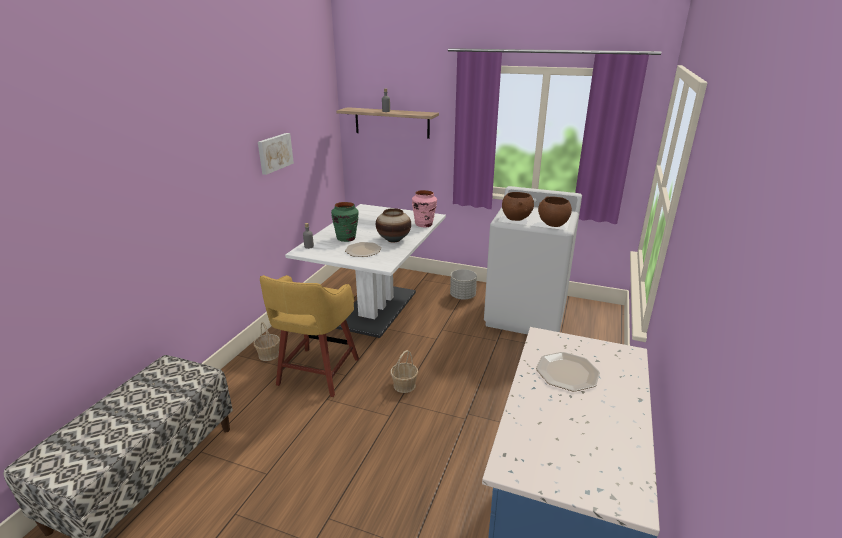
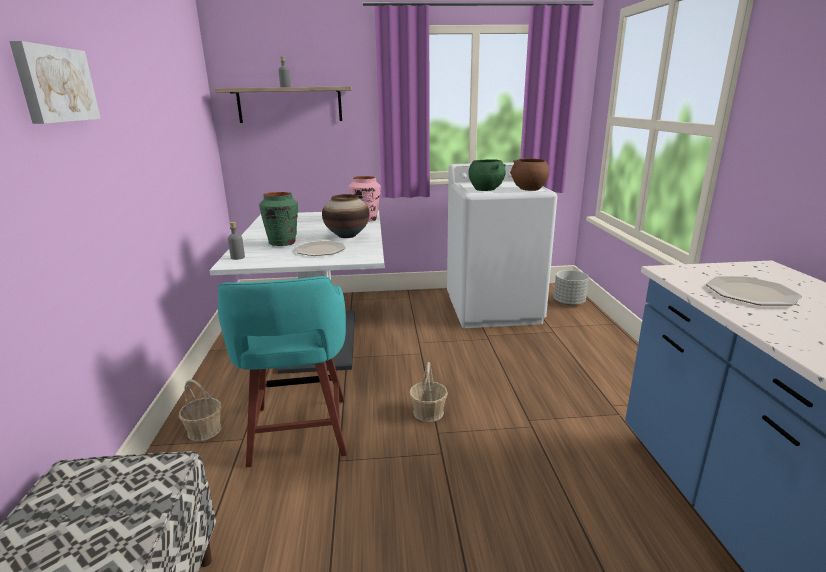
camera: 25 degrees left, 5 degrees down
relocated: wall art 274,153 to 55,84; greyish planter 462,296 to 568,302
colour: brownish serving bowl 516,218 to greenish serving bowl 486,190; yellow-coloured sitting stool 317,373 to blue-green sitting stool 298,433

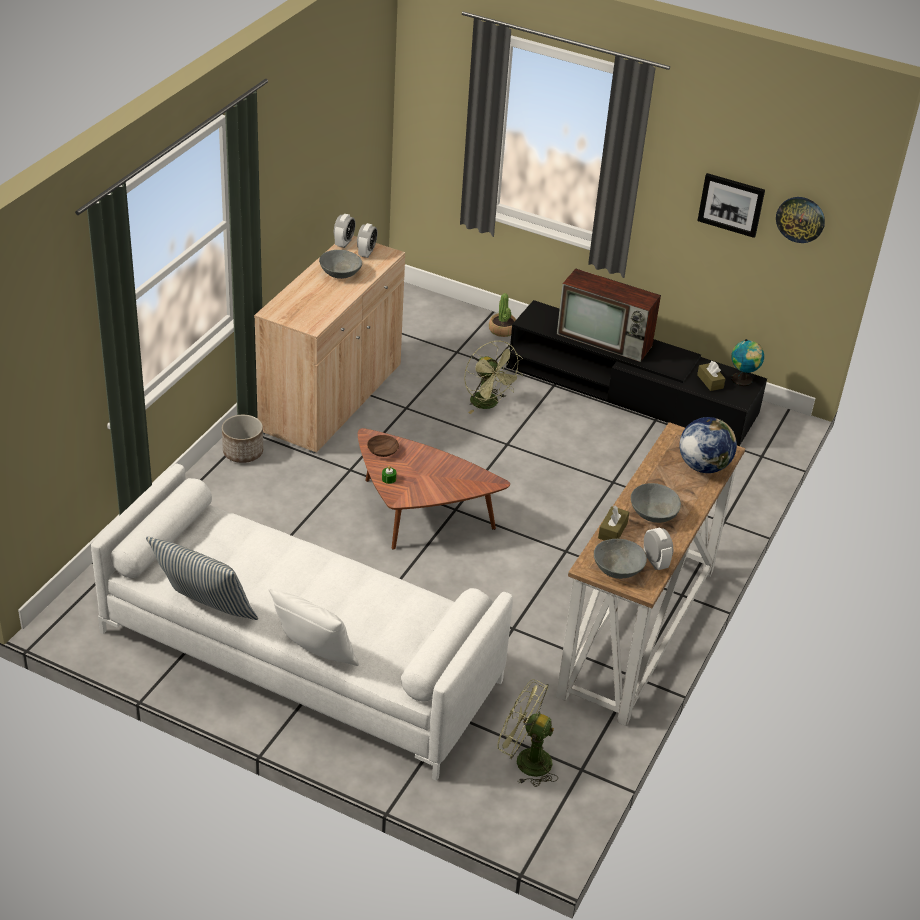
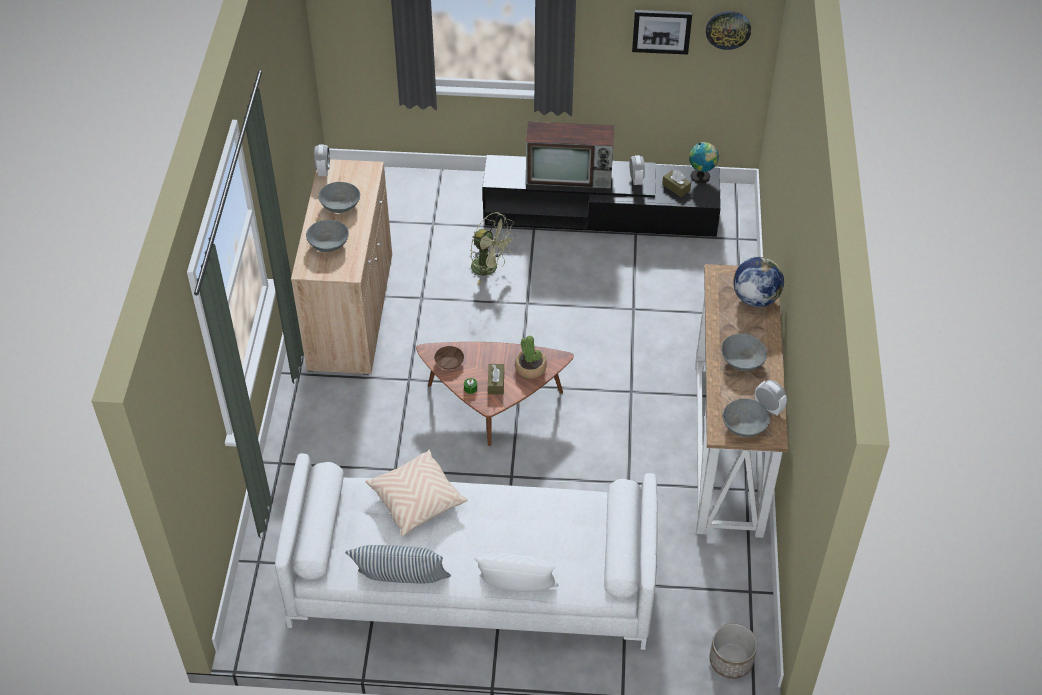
camera: 20 degrees left, 10 degrees up
missing: greenish fan 525,761
appeared: greyish serving bowl 328,245; beige pillow 416,500
relocated: bedside clock 366,253 to 636,179; potted plant 502,330 to 530,368; planter 243,452 to 730,660; brownish box of tissues 612,531 to 496,383

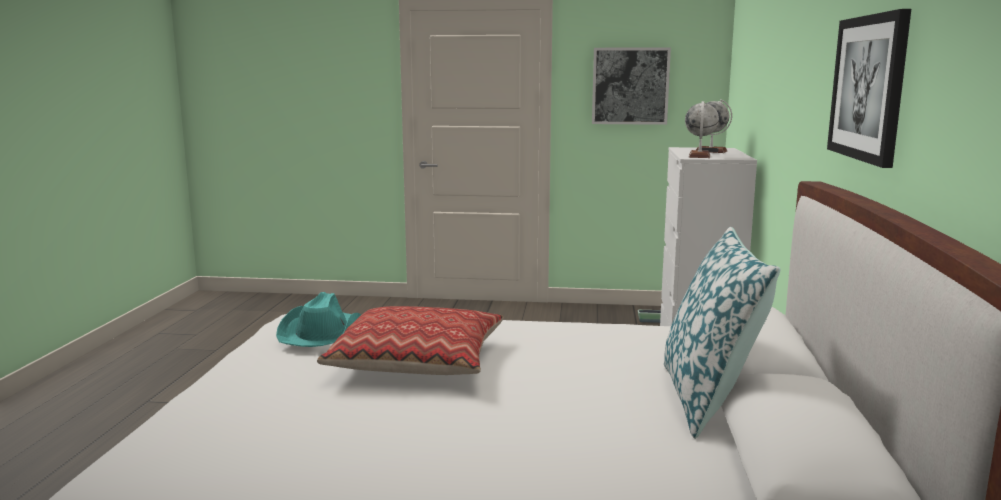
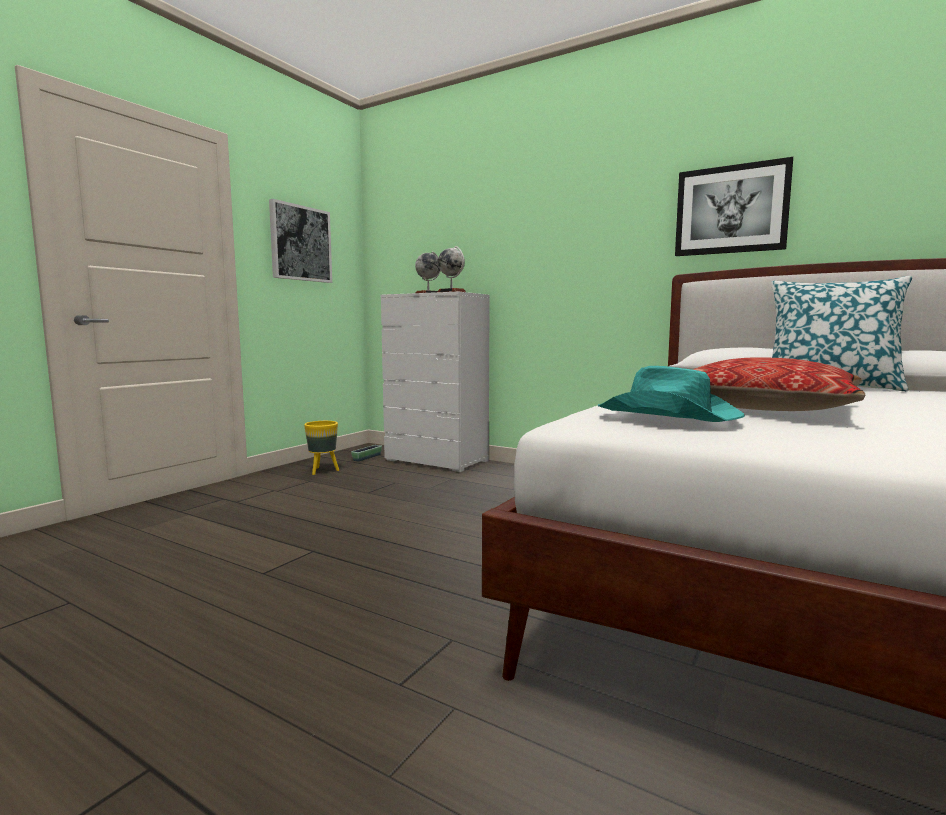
camera: 65 degrees left, 5 degrees down
appeared: yellow-coloured planter 323,471

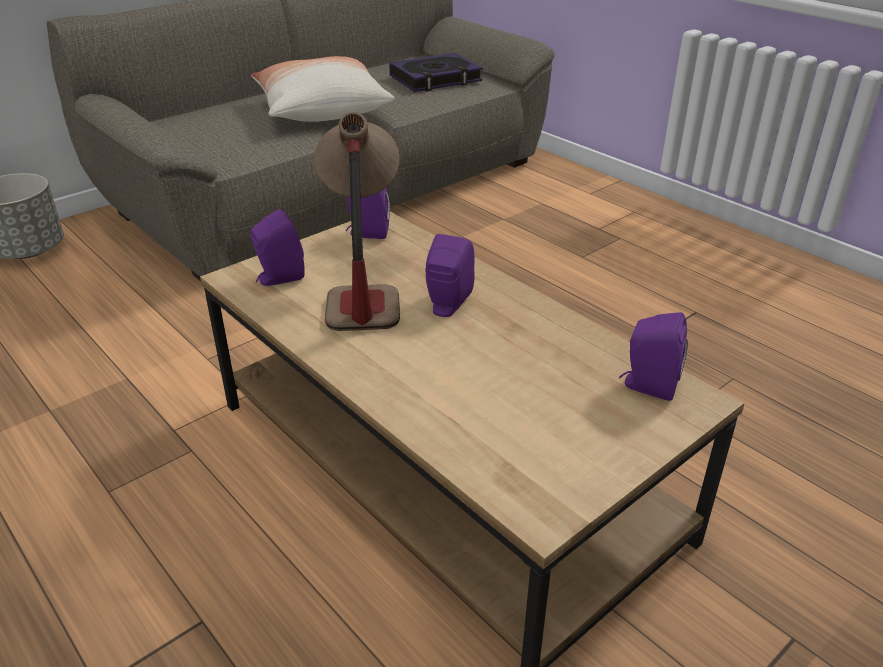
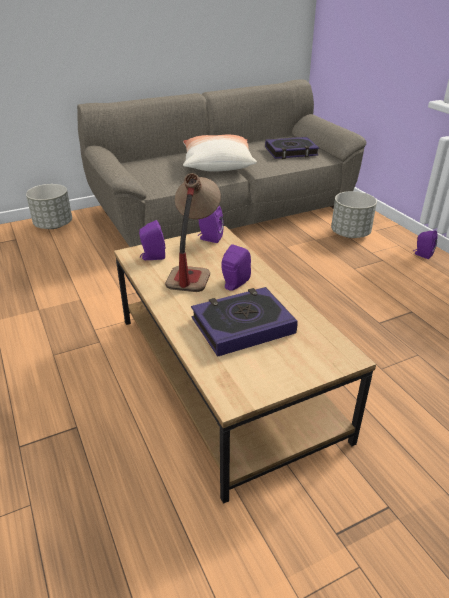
camera: 15 degrees right, 0 degrees up
appeared: greyish planter 350,234; volume 242,326
relocated: purplish loudspeaker 647,386 to 422,254

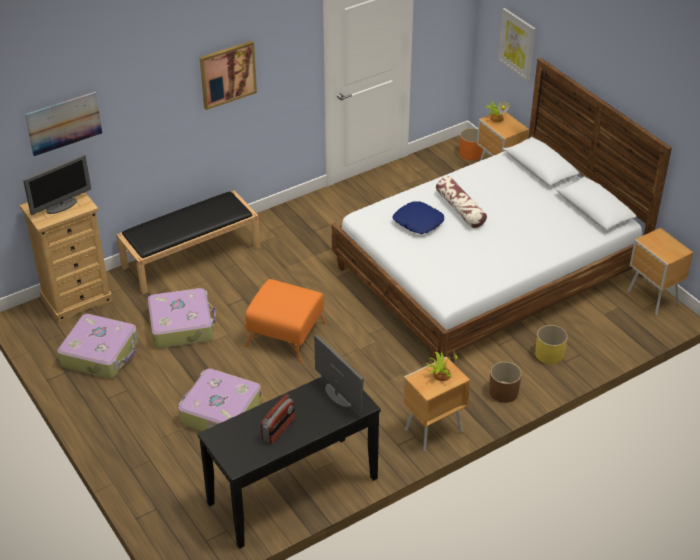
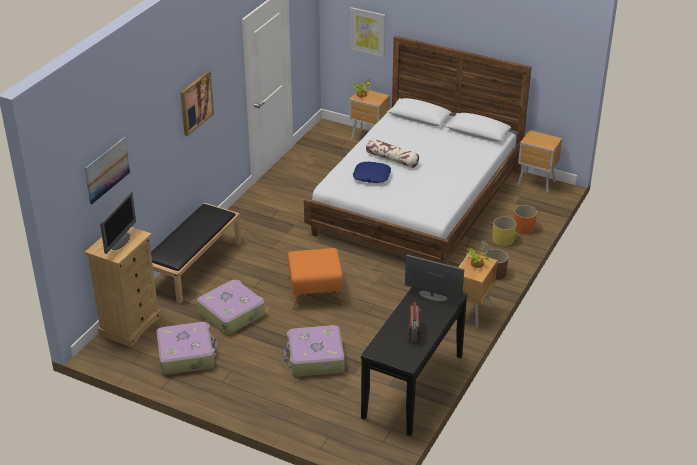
camera: 30 degrees left, 5 degrees down
relocated: orange planter 471,153 to 524,228

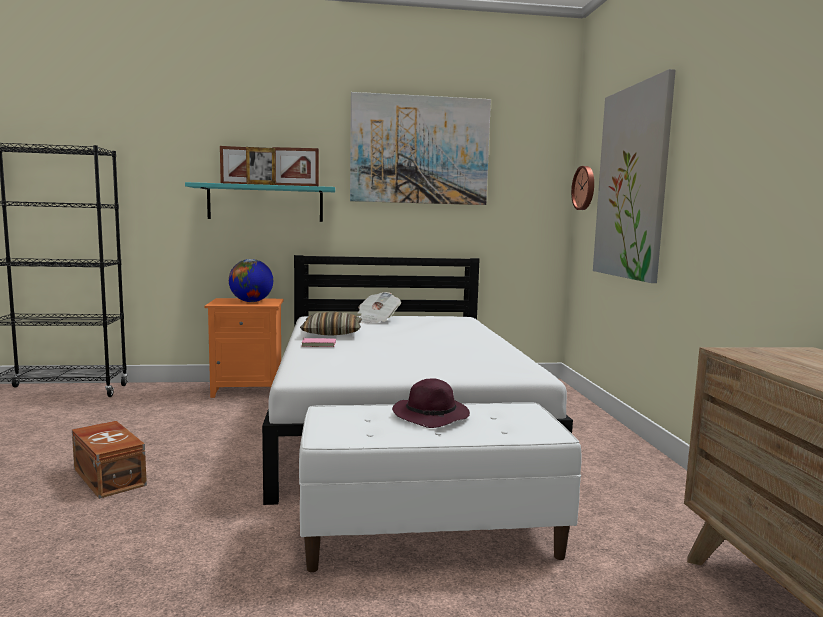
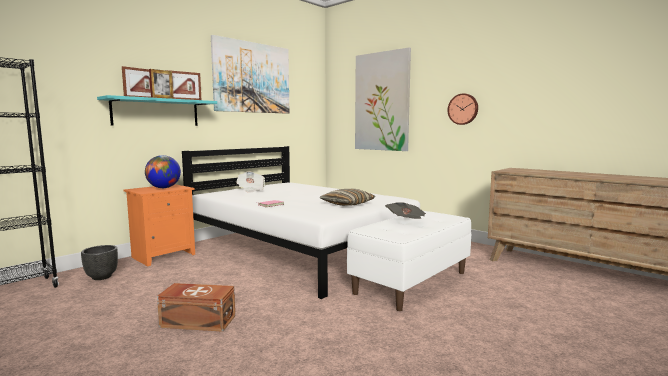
camera: 40 degrees left, 0 degrees up
appeared: black-coloured planter 102,277
relocated: wall clock 585,188 to 463,109; pillow 332,333 to 347,204
exchanged: purplish wearable hat 432,416 to printed paper 406,222

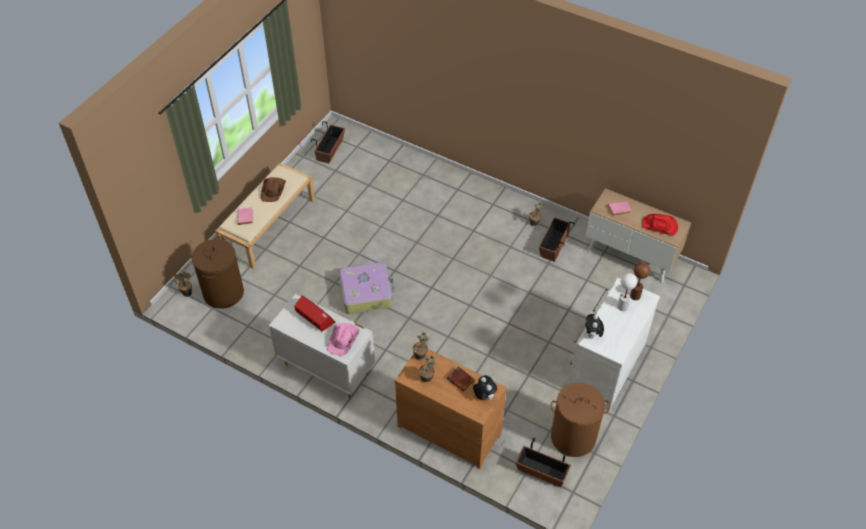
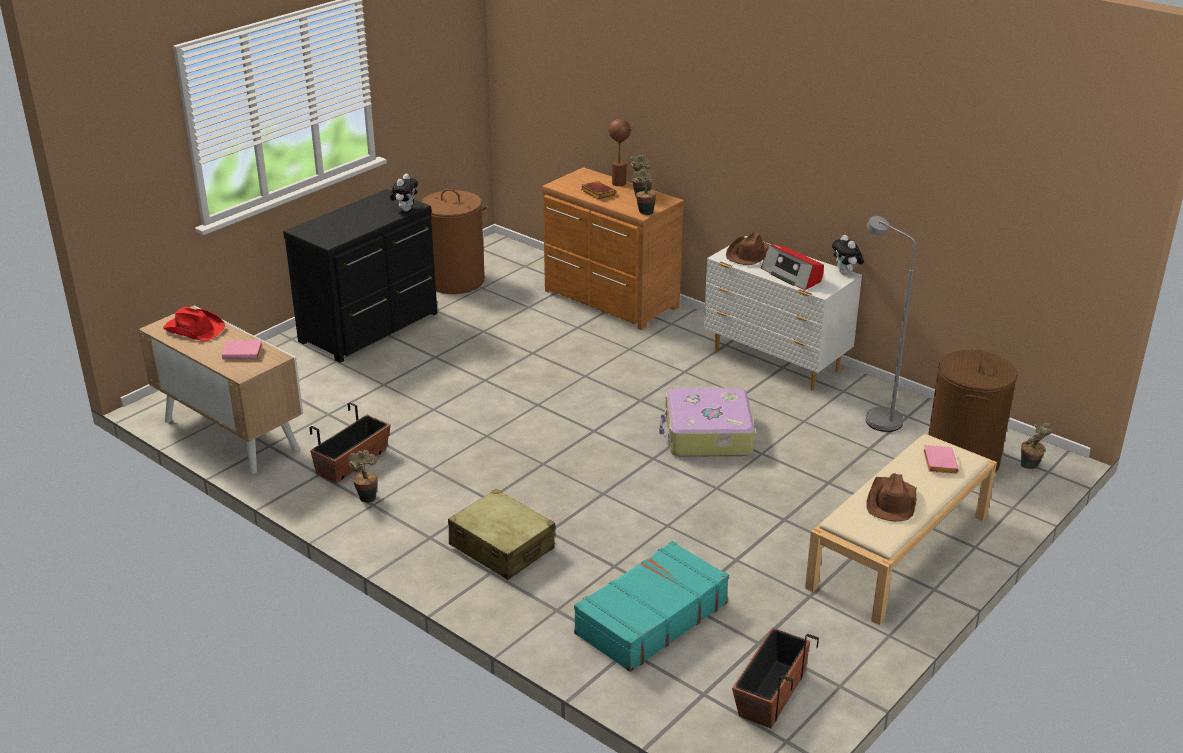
camera: 170 degrees left, 20 degrees down
missing: white-coloured tabletop lamp 622,307; planter 541,472
appeared: greyish standing lamp 876,416; beige travel case 501,547; blue-green travel case 650,618
relocated: brownish tabletop lamp 635,296 to 619,183; plush toy 484,396 to 846,273
colour: white-coloured dresser 604,367 to black-coloured dresser 372,328; pinkish wearable hat 343,339 to brownish wearable hat 749,254

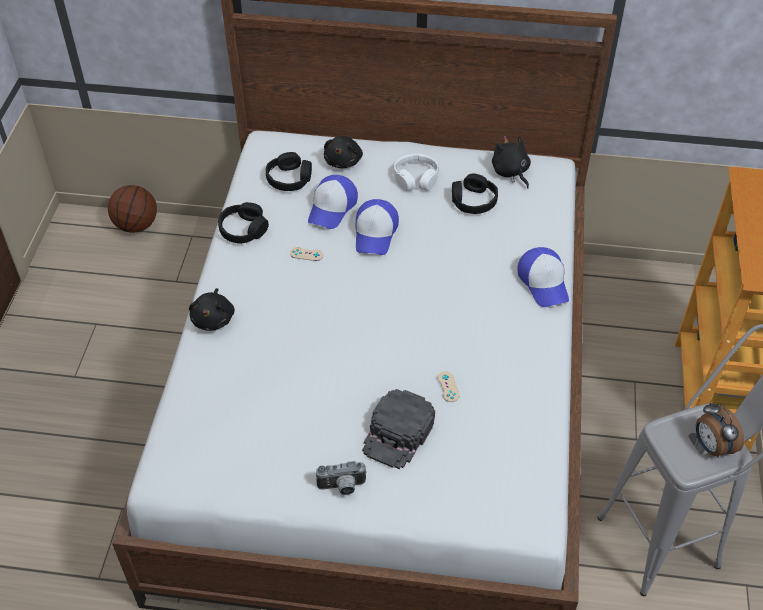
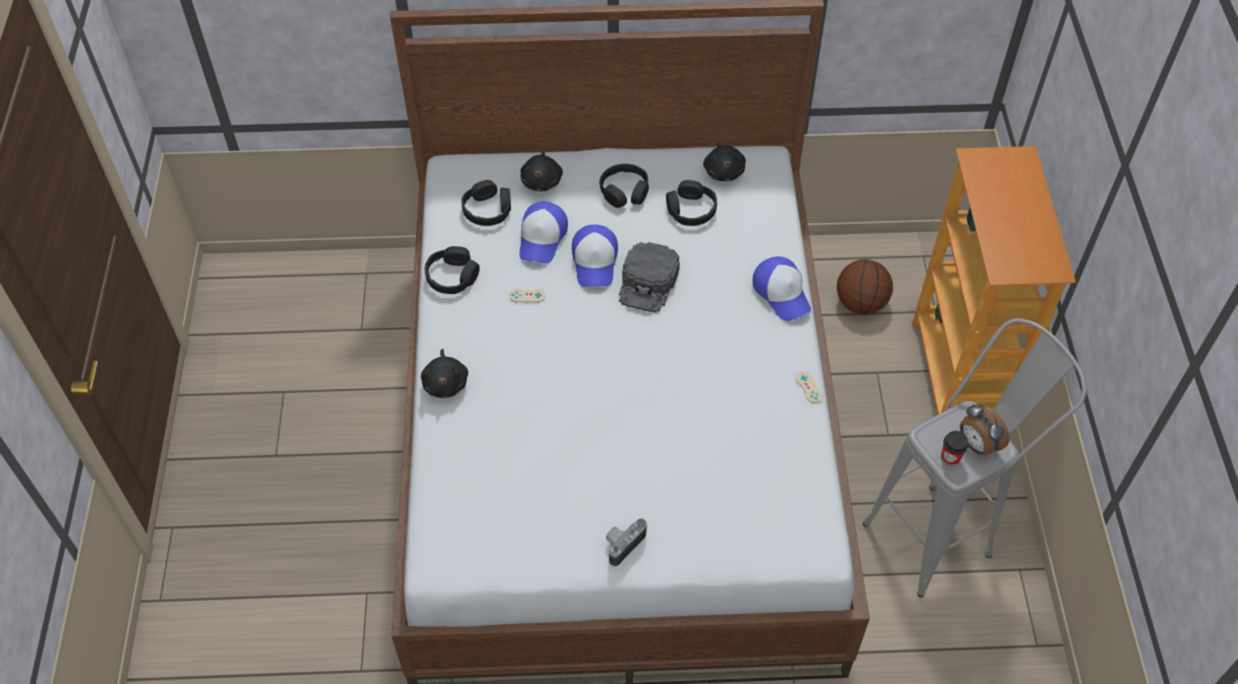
camera: 10 degrees left, 5 degrees up
appeared: cup 950,458
relocated: basketball 136,226 to 861,304; beige joypad 448,387 to 809,387; black-coloured cap 398,433 to 648,282
colour: white-coloured pair of headphones 416,178 to black-coloured pair of headphones 624,191
spun: black-coloured plush toy 510,172 = 724,171 150 degrees counterclockwise; photo camera 342,487 = 622,544 150 degrees clockwise

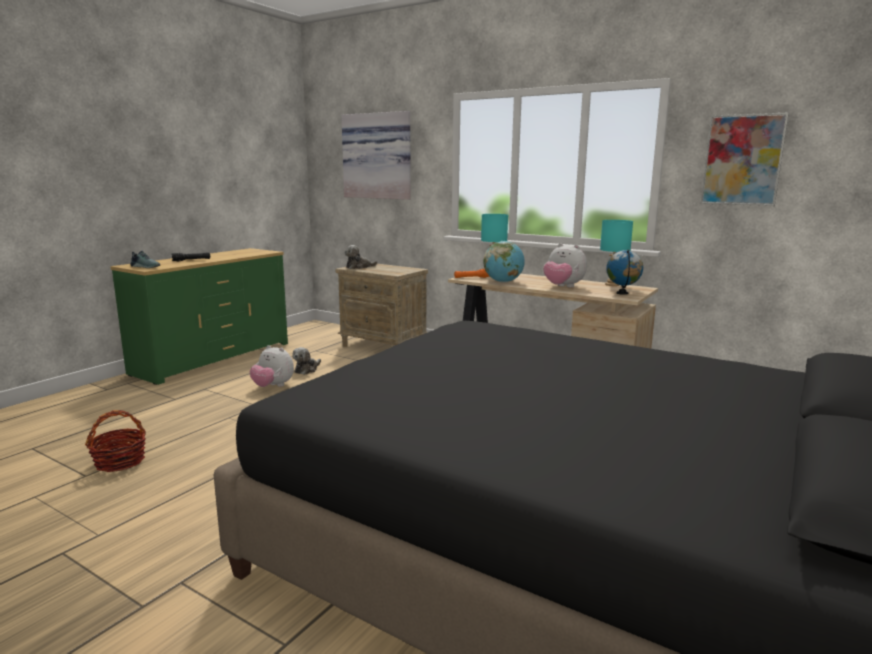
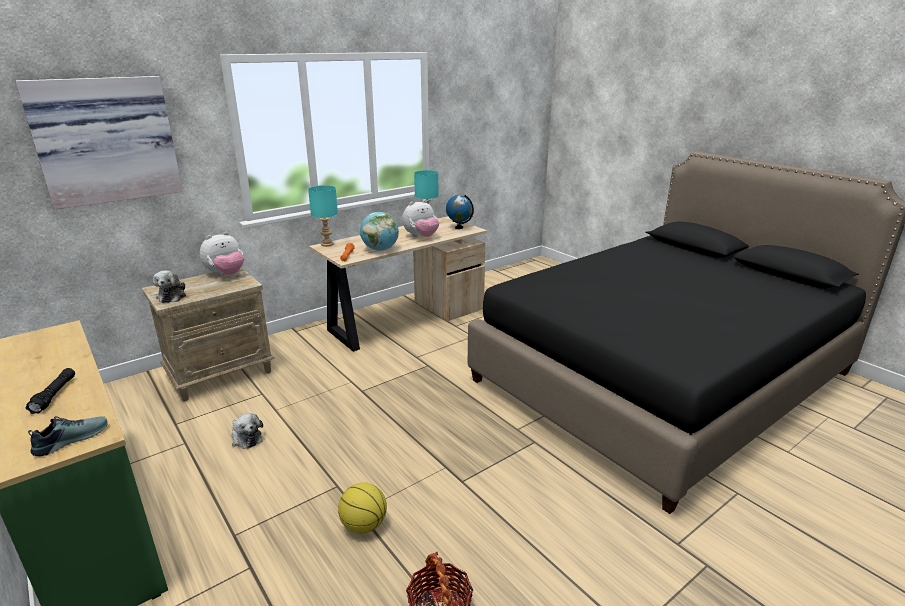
camera: 70 degrees left, 10 degrees up
missing: wall art 742,160
appeared: basketball 363,525
relocated: plush toy 273,386 to 226,274

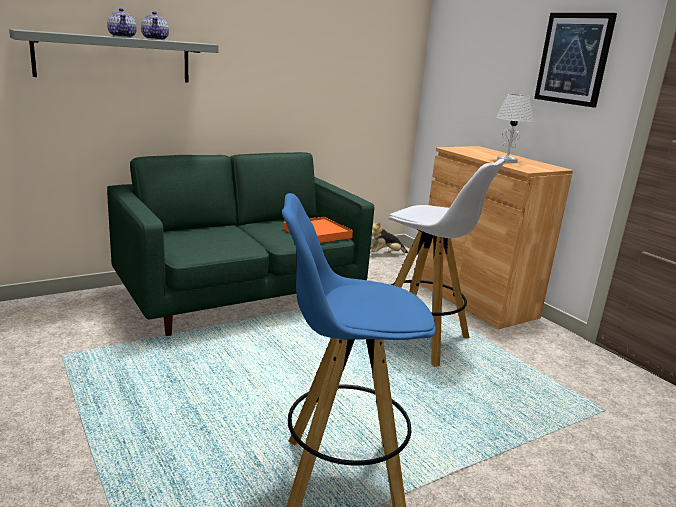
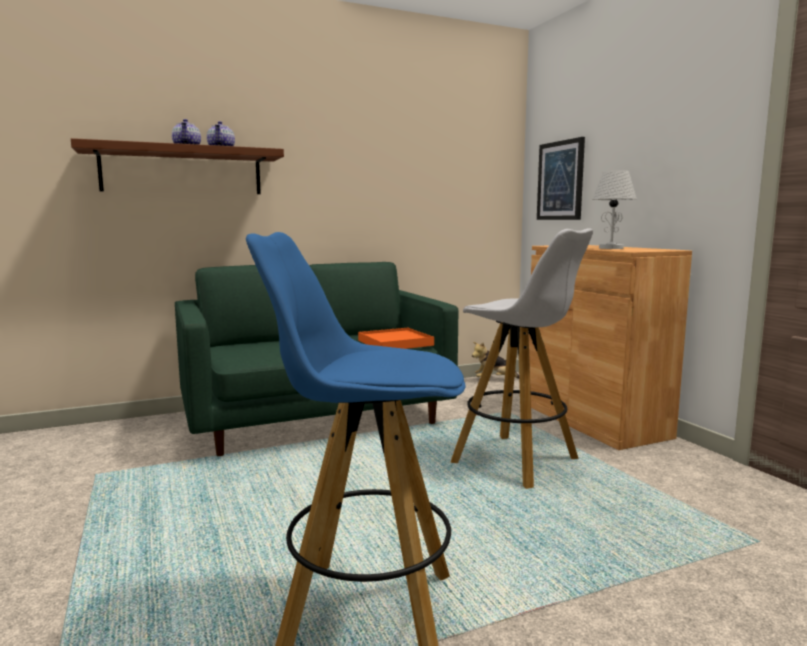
camera: 10 degrees right, 10 degrees down
relocated: wall art 573,59 to 560,180
colour: greyish bracket shelf 114,58 to brownish bracket shelf 182,171

